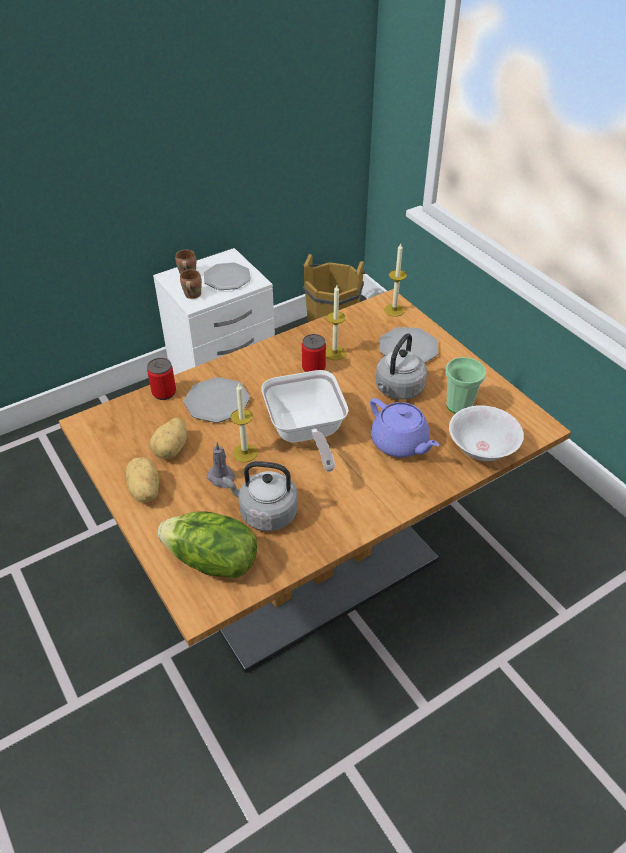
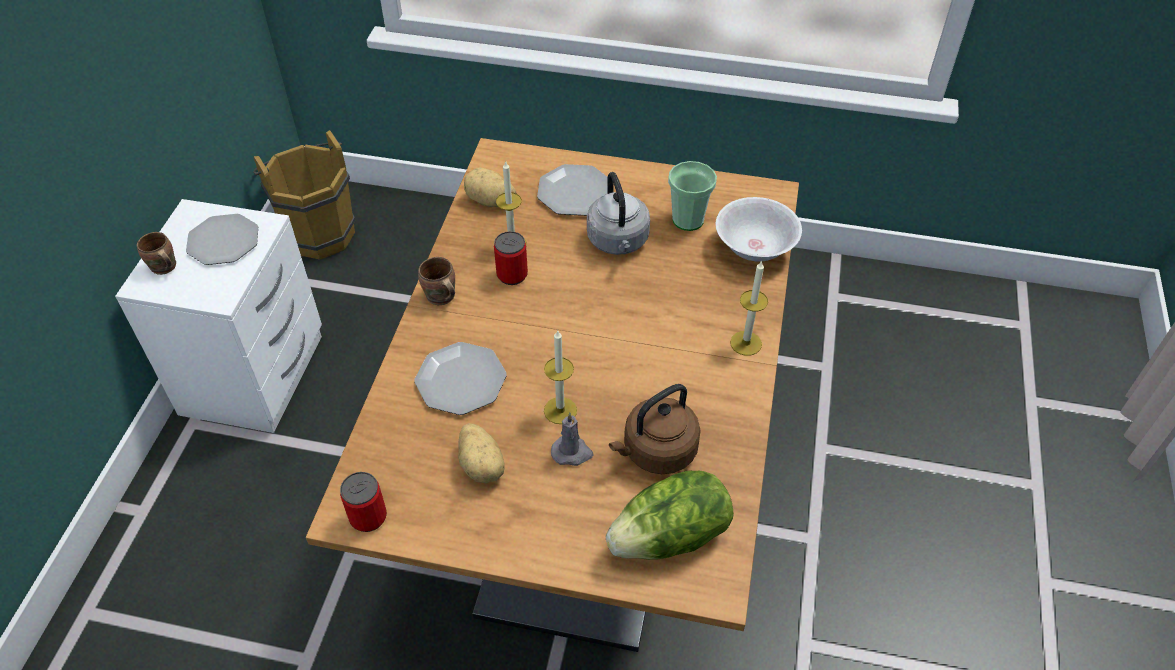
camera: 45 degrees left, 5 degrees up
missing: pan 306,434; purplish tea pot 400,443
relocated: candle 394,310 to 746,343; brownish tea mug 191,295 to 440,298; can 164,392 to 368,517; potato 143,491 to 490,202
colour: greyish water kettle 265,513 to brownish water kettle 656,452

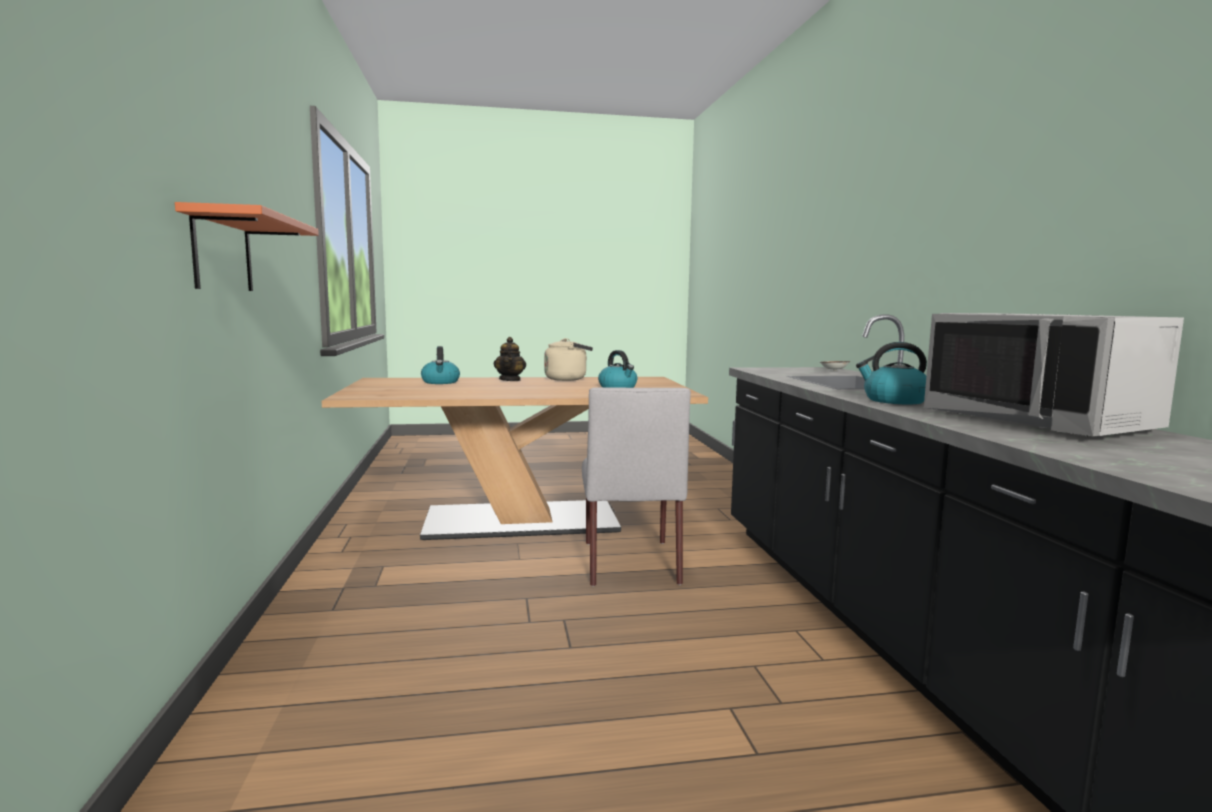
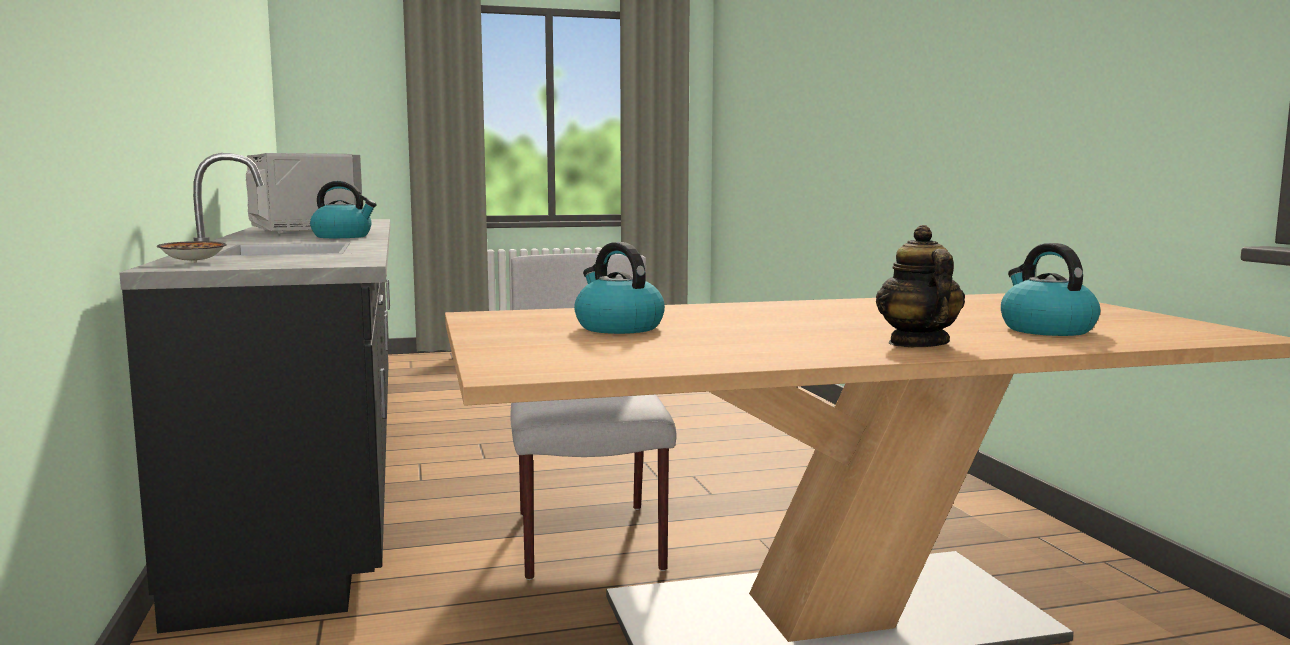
camera: 175 degrees right, 0 degrees up
missing: orange bracket shelf 223,253; beige water kettle 568,379

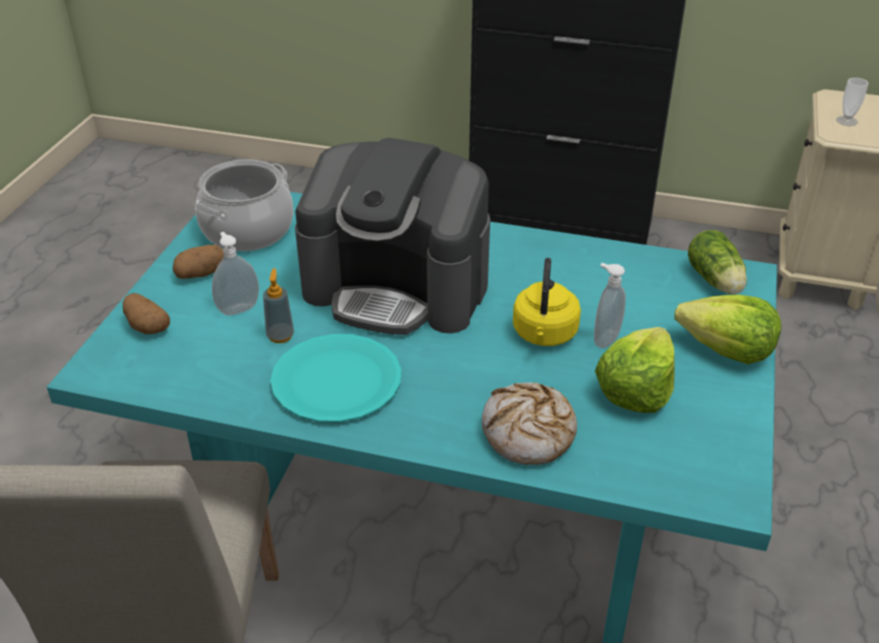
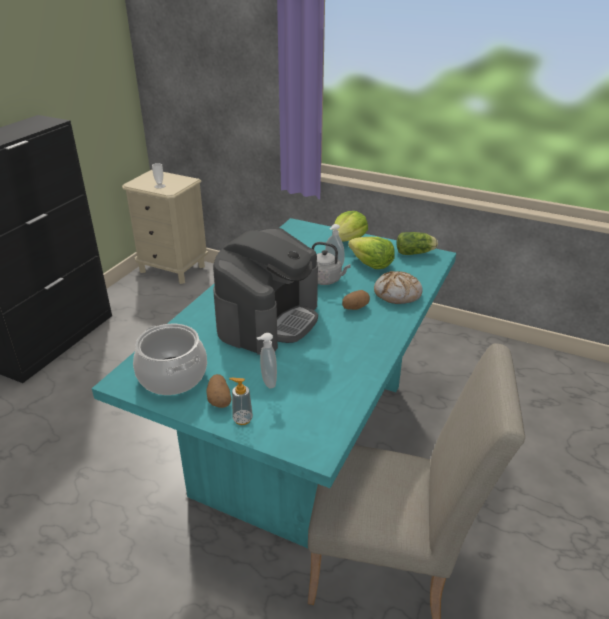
camera: 80 degrees left, 5 degrees down
missing: blue-green flat dish 337,380
relocated: head of lettuce 716,282 to 416,253; soap bottle 280,336 to 242,419; potato 146,326 to 355,307
colour: yellow-coloured water kettle 544,335 to greyish water kettle 326,280

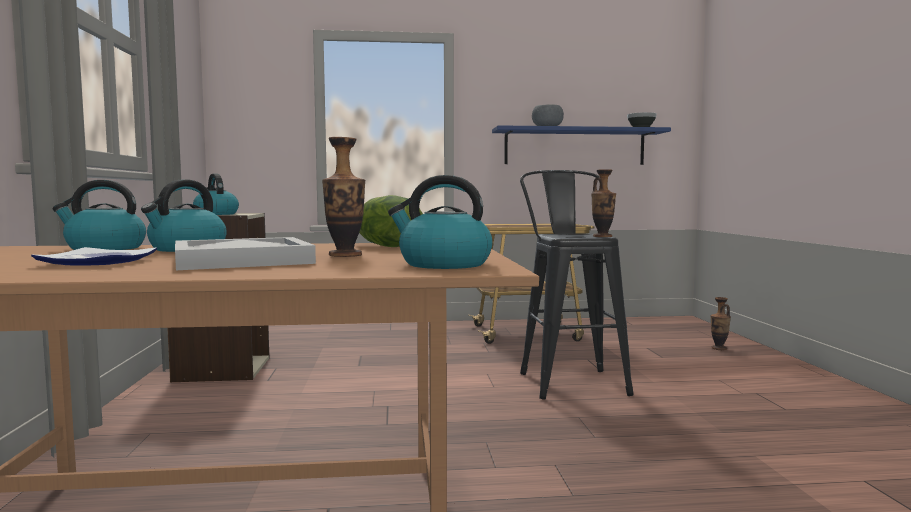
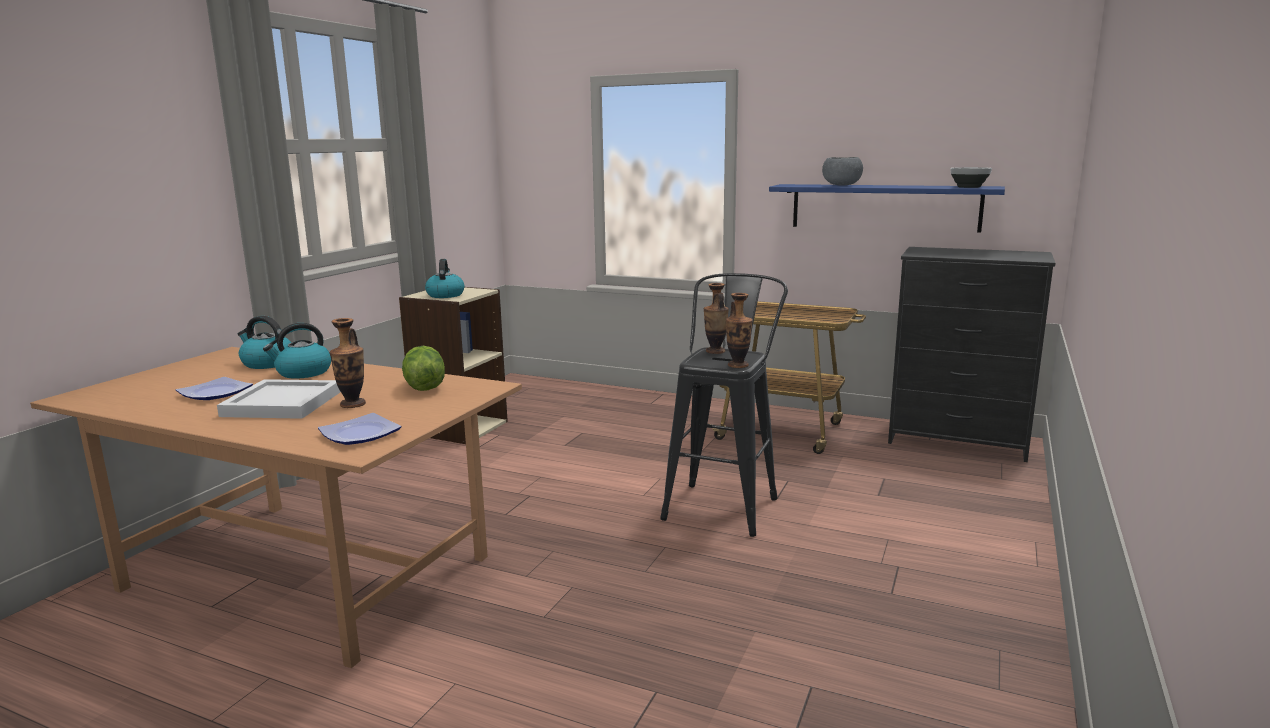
camera: 30 degrees right, 10 degrees up
appeared: black-coloured dresser 957,440
relocated: flower vase 719,348 to 715,351
exchanged: water kettle 443,264 to flat dish 359,435

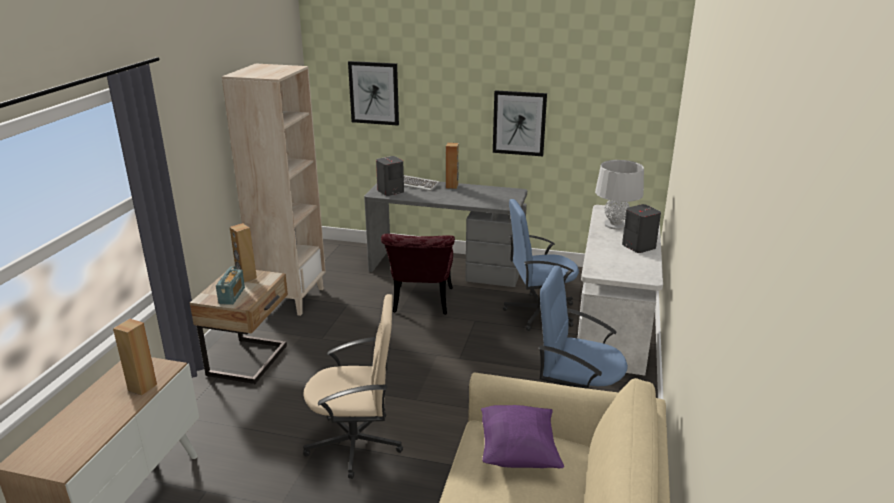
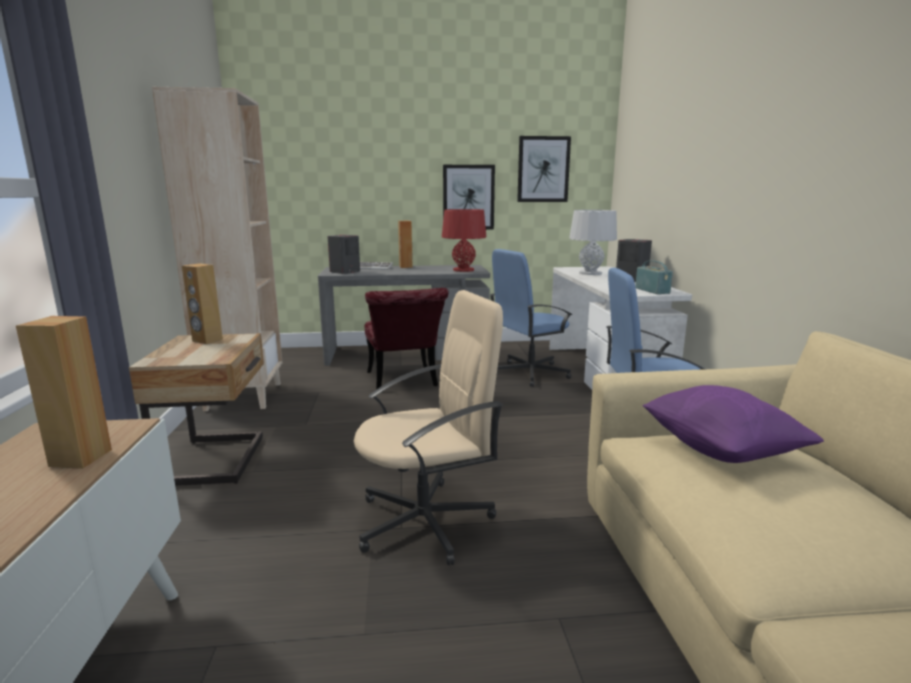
camera: 20 degrees left, 10 degrees down
appeared: reddish tabletop lamp 464,270
relocated: wall art 374,93 to 543,169; radio receiver 232,296 to 652,290

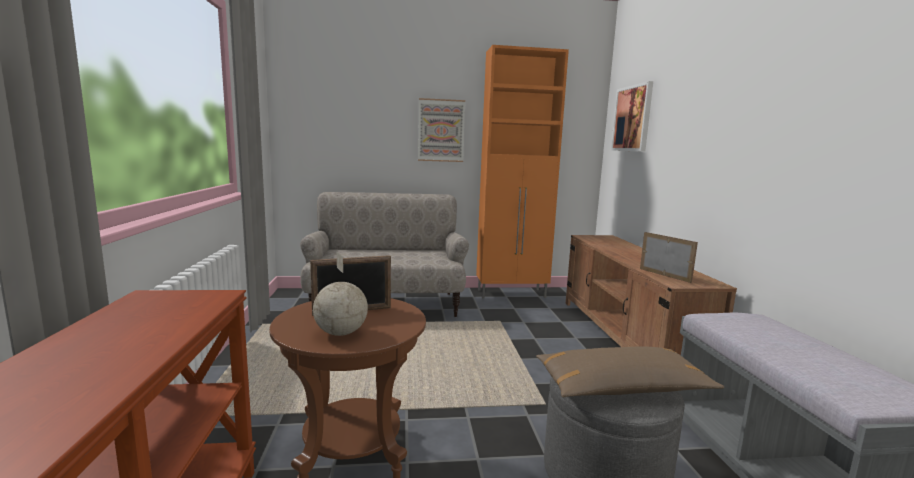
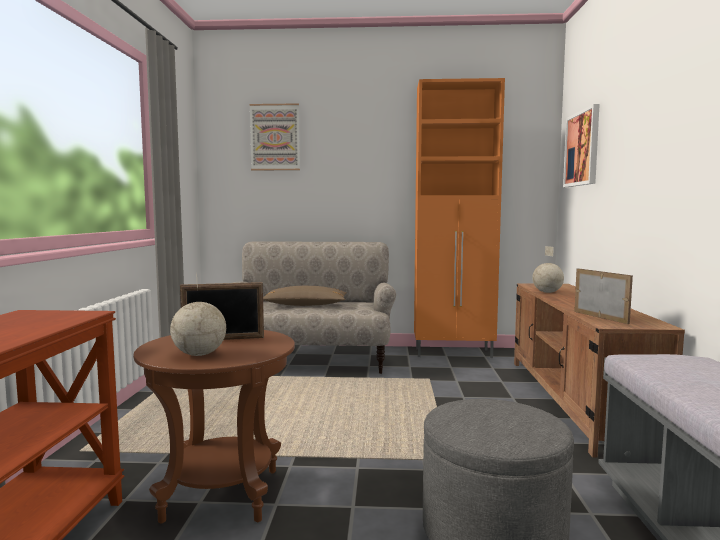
camera: 10 degrees right, 5 degrees down
appeared: desk globe 547,292
relocated: wall art 441,130 to 275,137; brownish pillow 621,387 to 305,305

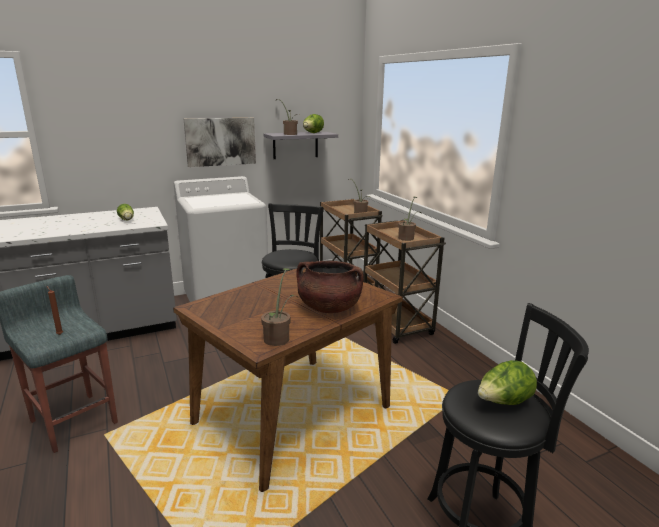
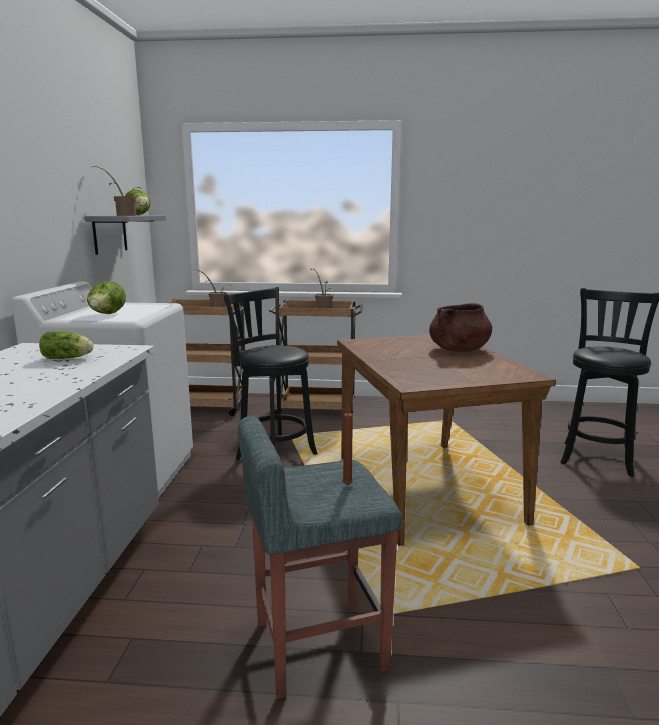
camera: 60 degrees left, 5 degrees down
missing: wall art 220,141; potted plant 279,337
relocated: head of lettuce 503,403 to 107,315

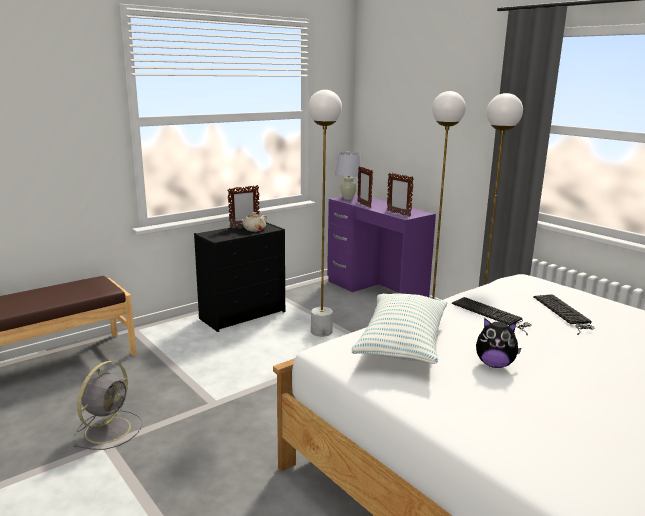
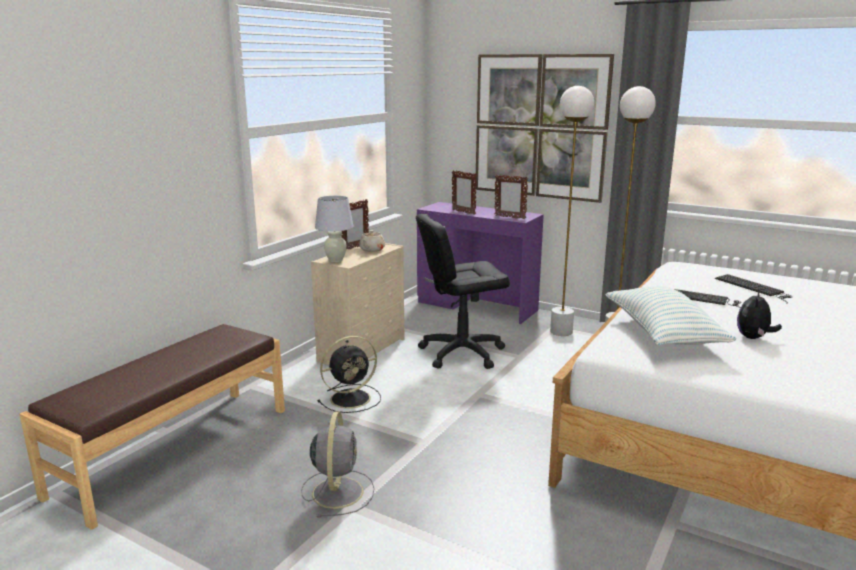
camera: 20 degrees left, 0 degrees up
appeared: wall art 540,127; black-coloured fan 352,398
relocated: white-coloured tabletop lamp 348,198 to 336,260
exchanged: white-coloured standing lamp 321,332 to black-coloured desk chair 461,353
colour: black-coloured dresser 243,315 to beige dresser 362,349
spun: plush toy 494,364 = 753,338 120 degrees clockwise

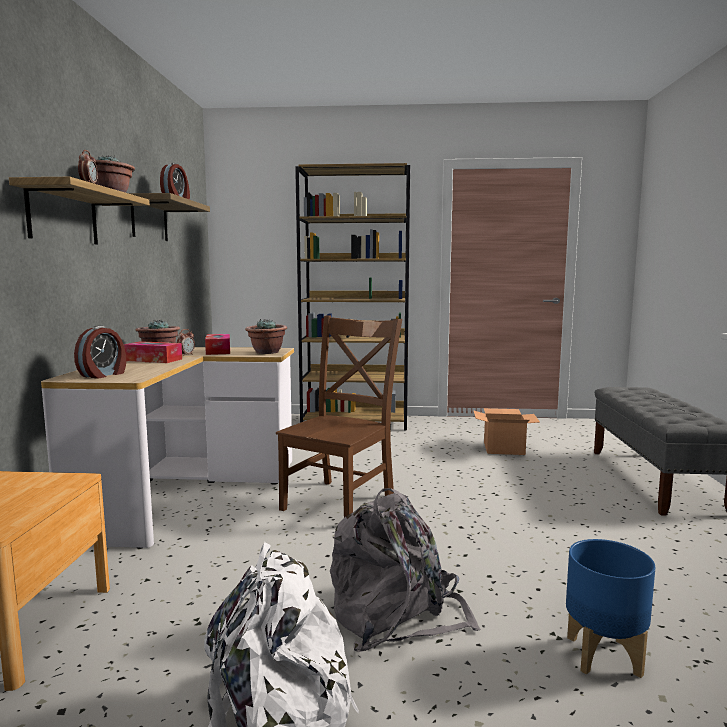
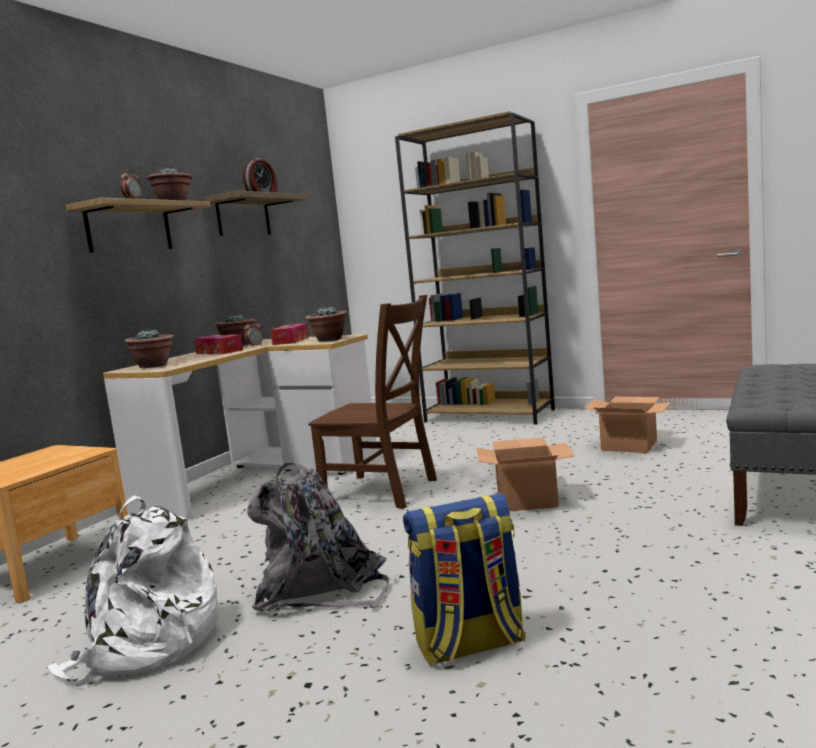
camera: 25 degrees right, 0 degrees up
appeared: packing box 526,500
exchanged: bedside clock 103,375 to potted plant 154,366; blue-coloured planter 604,656 to backpack 469,644
spun: brownish chair 341,501 = 384,492 60 degrees clockwise

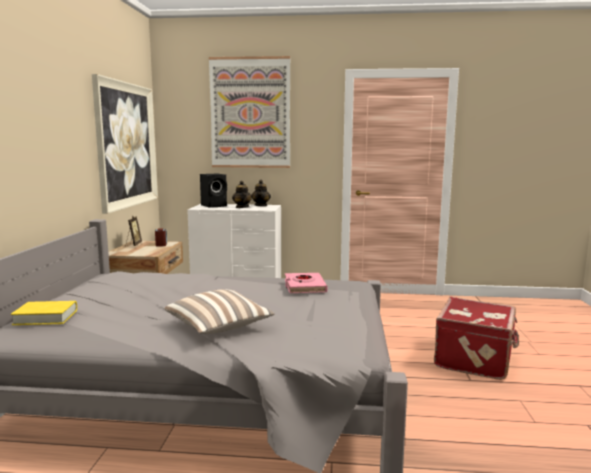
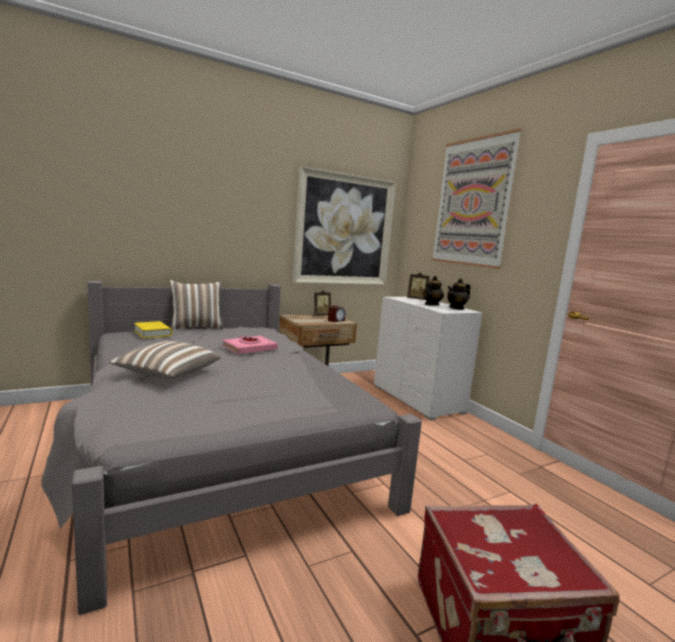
camera: 55 degrees right, 0 degrees up
appeared: pillow 196,327
relocated: pinkish volume 304,287 to 249,348
exchanged: black-coloured loudspeaker 214,206 to standing frame 417,299

